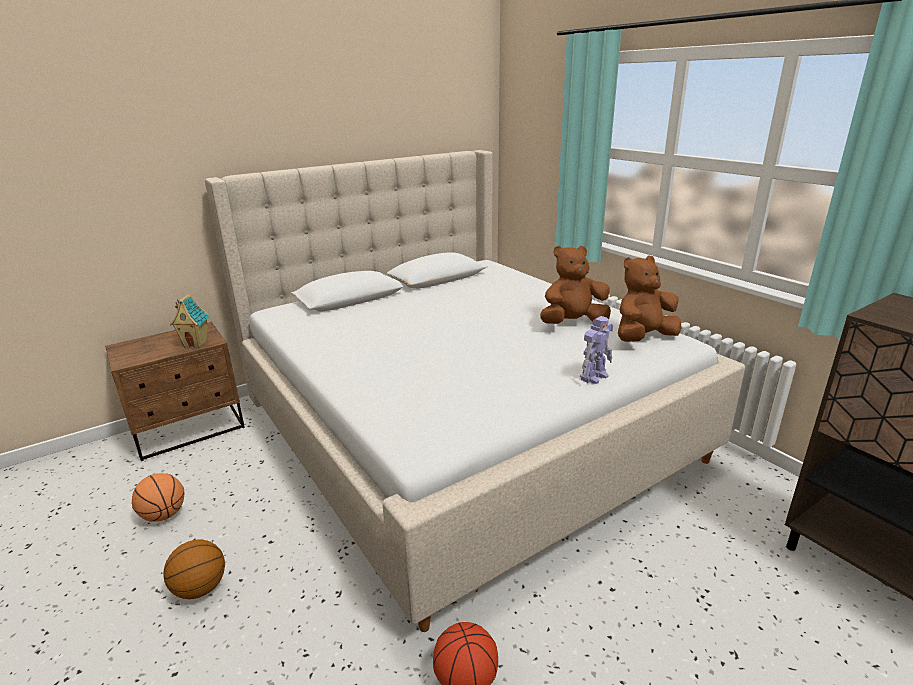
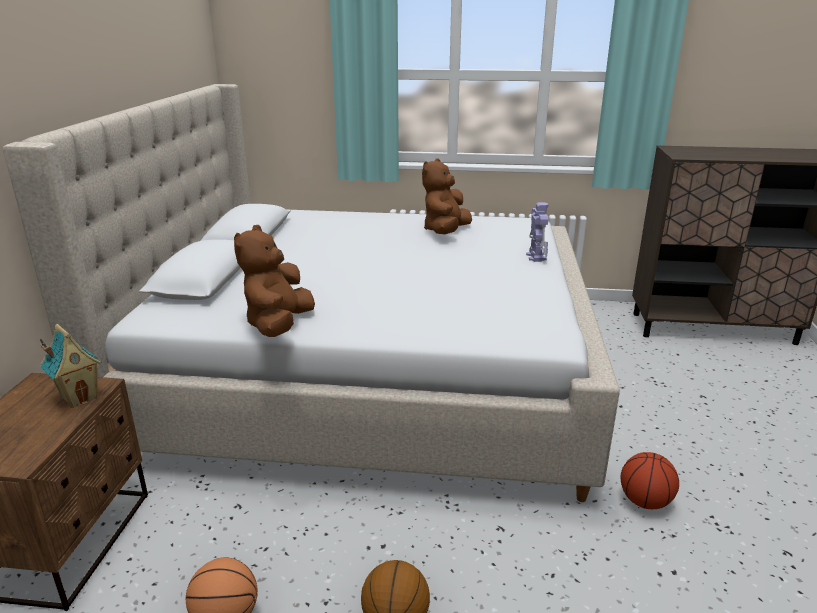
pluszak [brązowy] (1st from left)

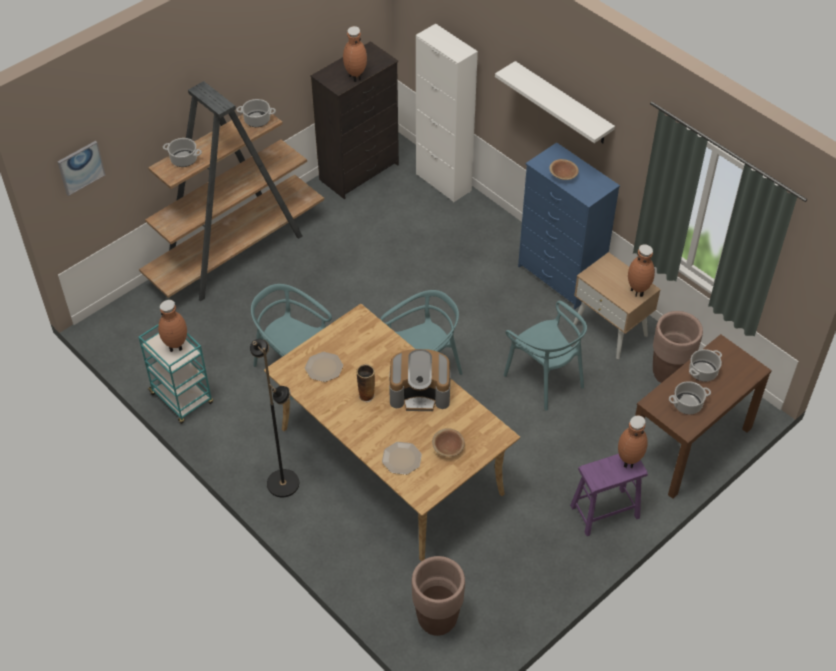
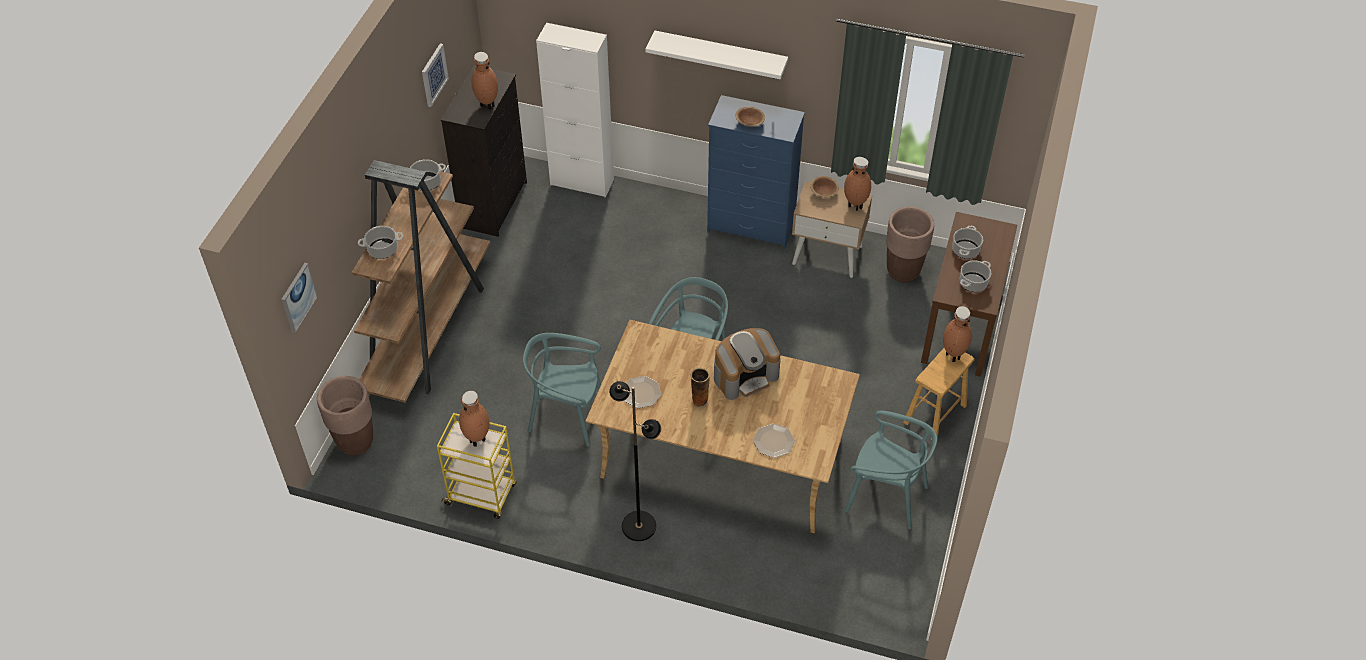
wózek [żółty]
donica [brązowy] (1st from left)
miska [brązowy] (2nd from left)
krzesło [turkusowy] (3rd from left)
stołek [brązowy]
obraz (2nd from left)

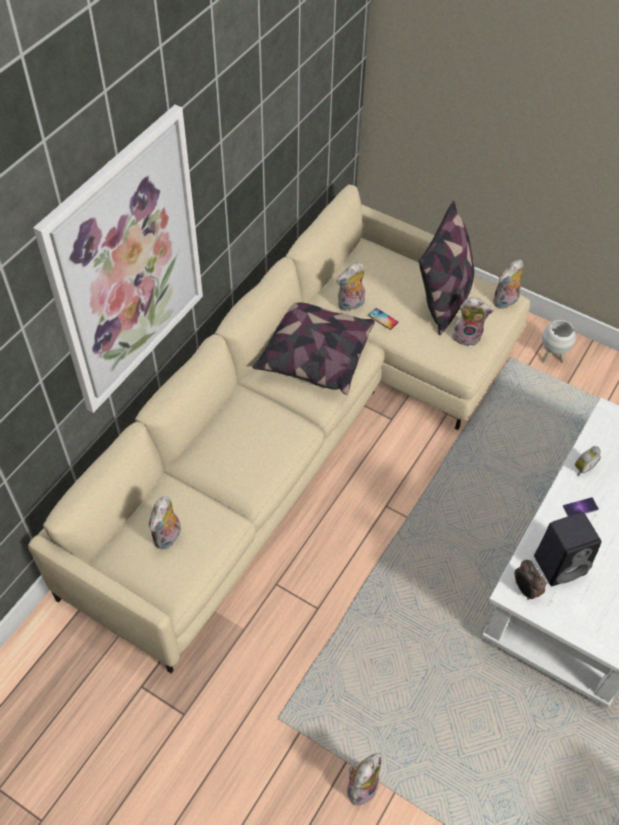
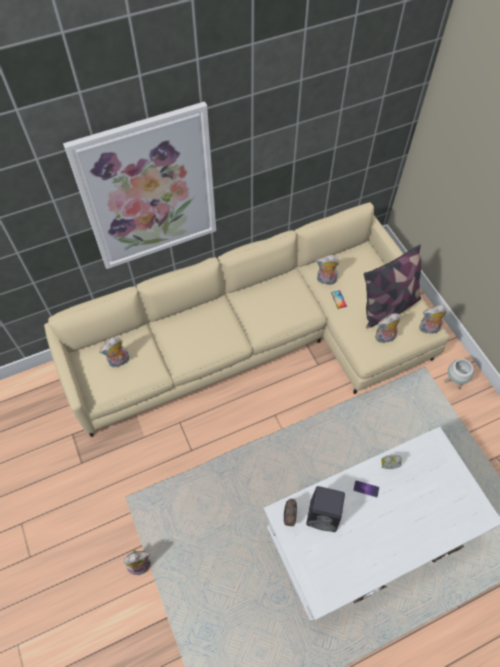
poduszka (1st from left in the first image)
pluszak (4th from left)

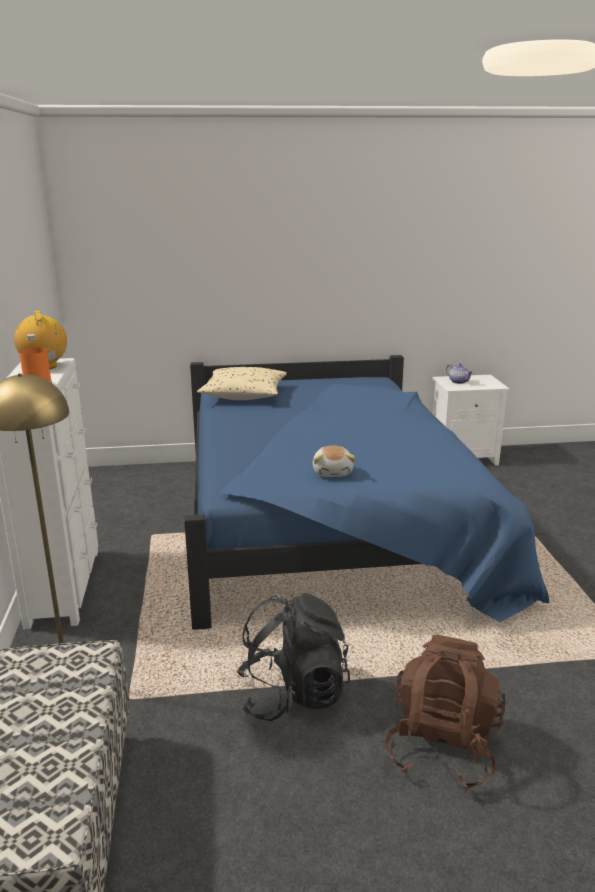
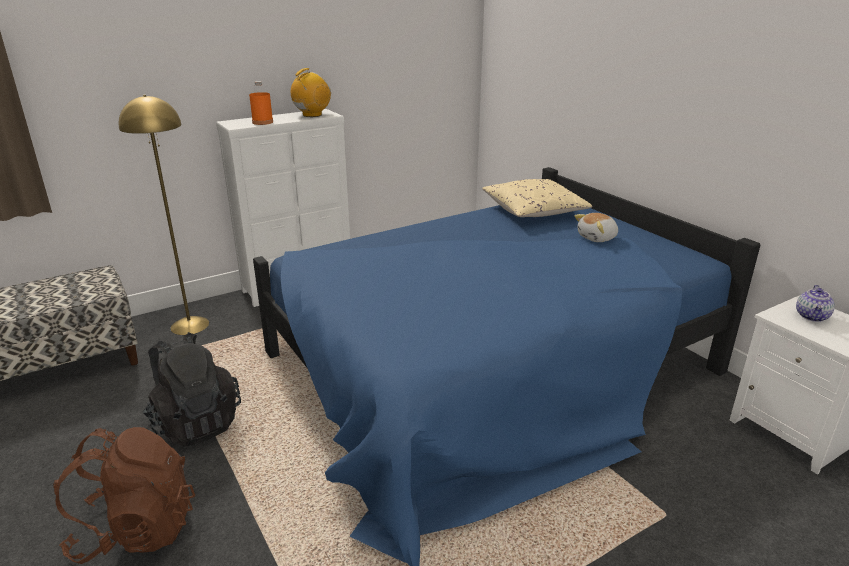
pluszak

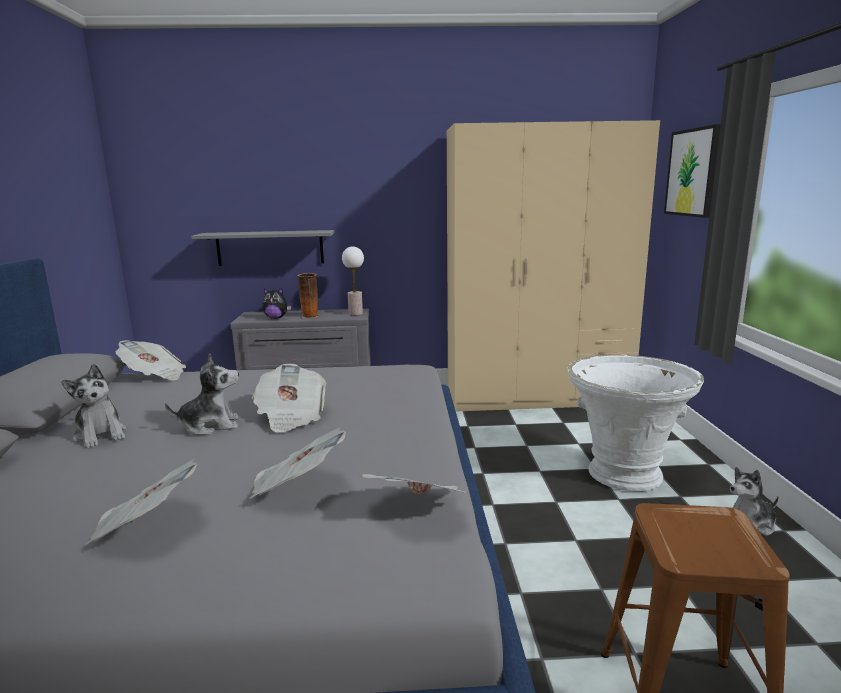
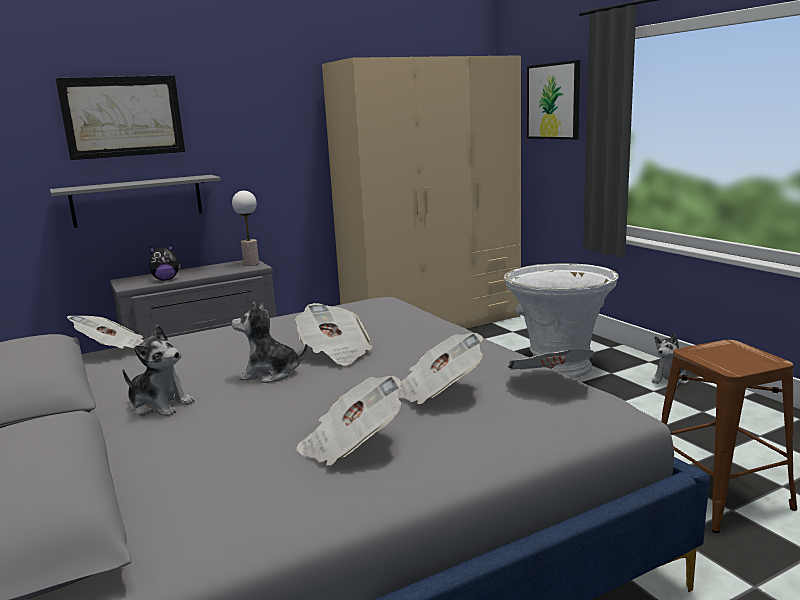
pluszak (3rd from left)
wazon
obraz (1st from left)

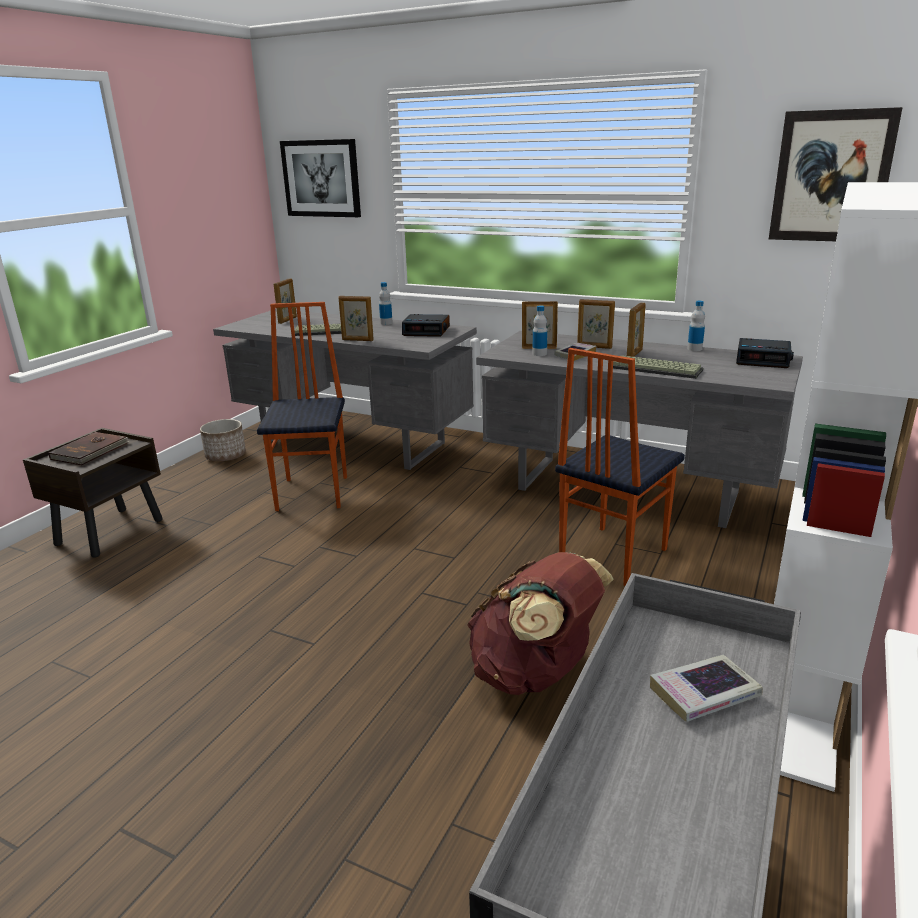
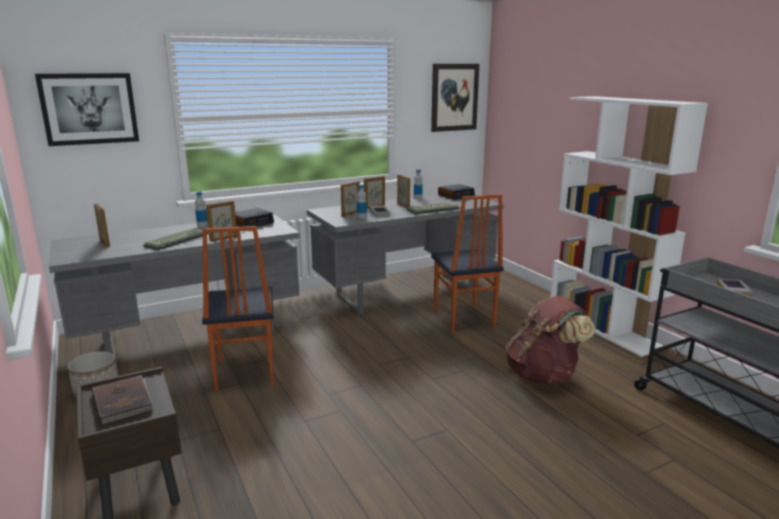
krzesło (1st from left)

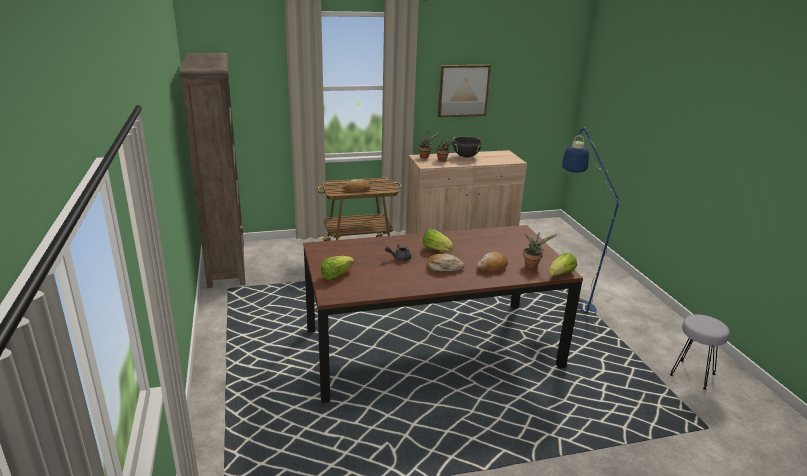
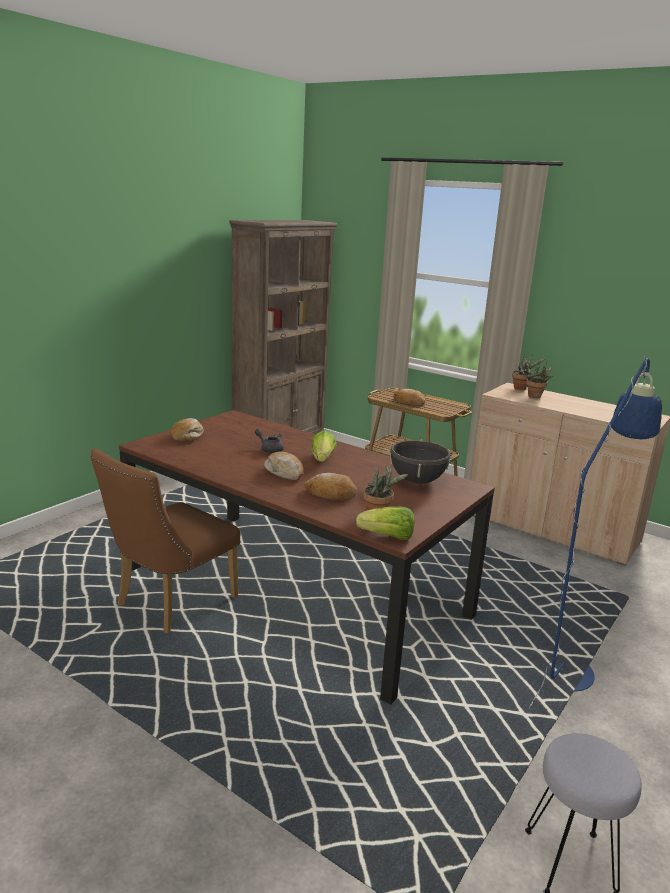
chleb (1st from left)
obraz
garnek [czarny]
krzesło [brązowy]

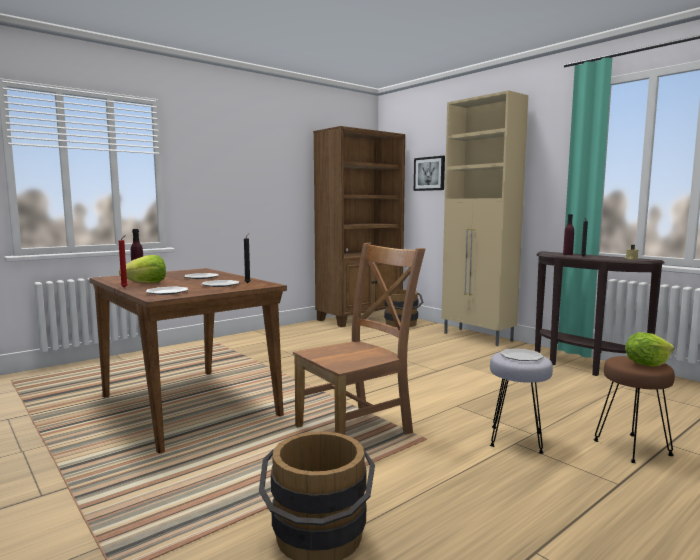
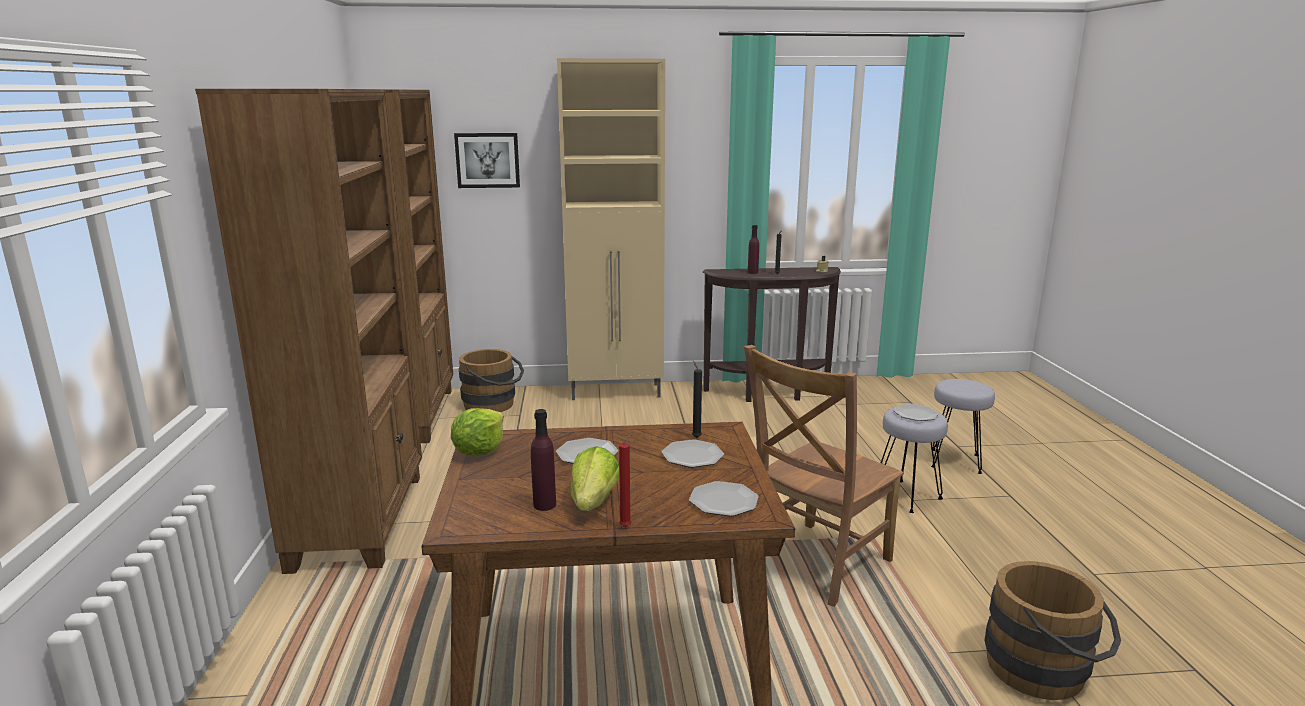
krzesło [brązowy]
stołek [szary] (2nd from left)
sałata (1st from left)
regał [brązowy] (1st from left)

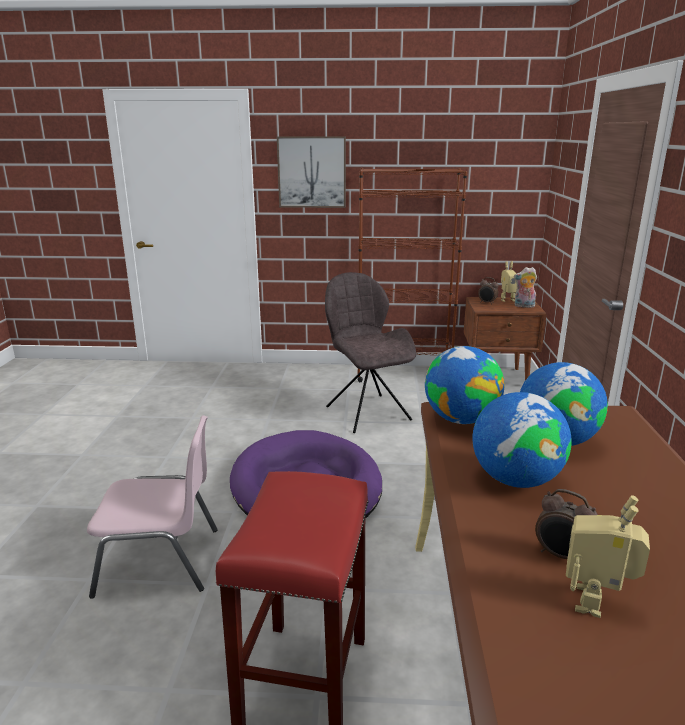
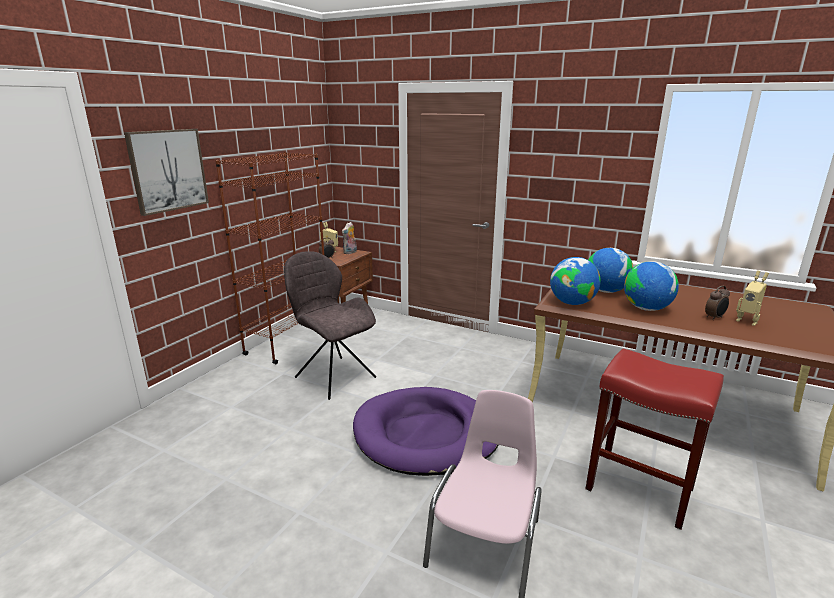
krzesło [szary]

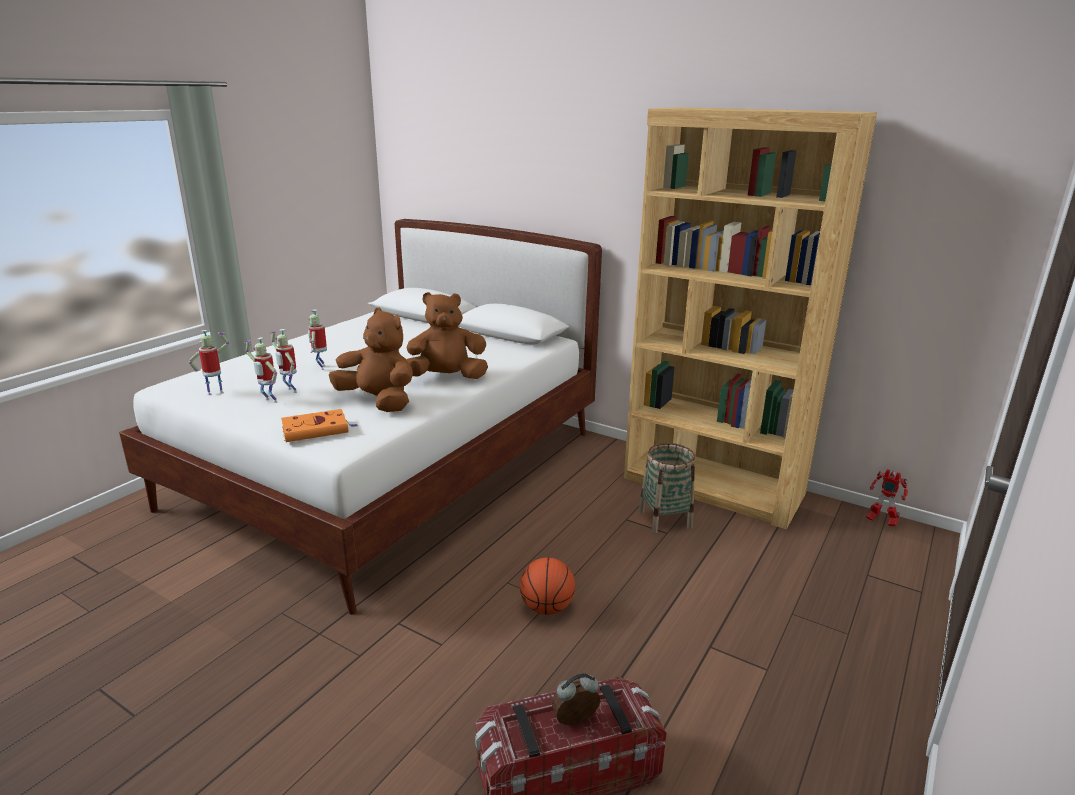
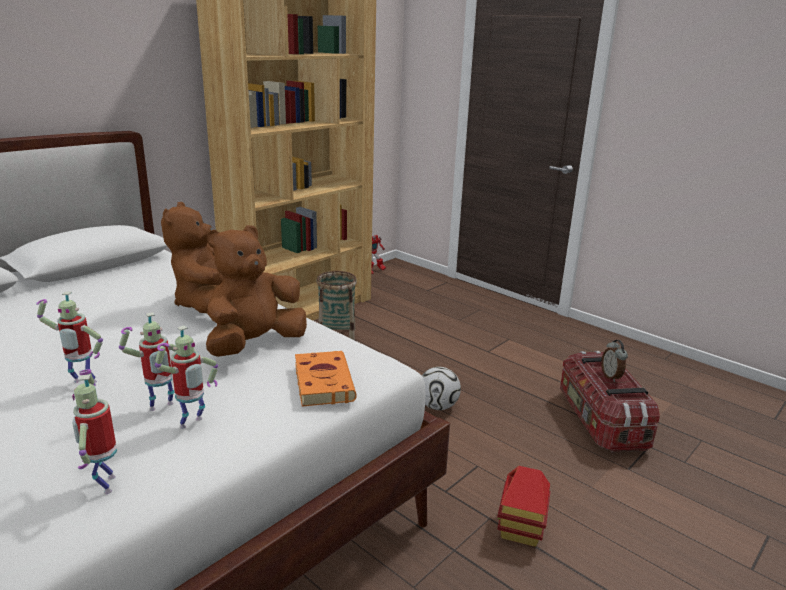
piłka futbolowa
domek

